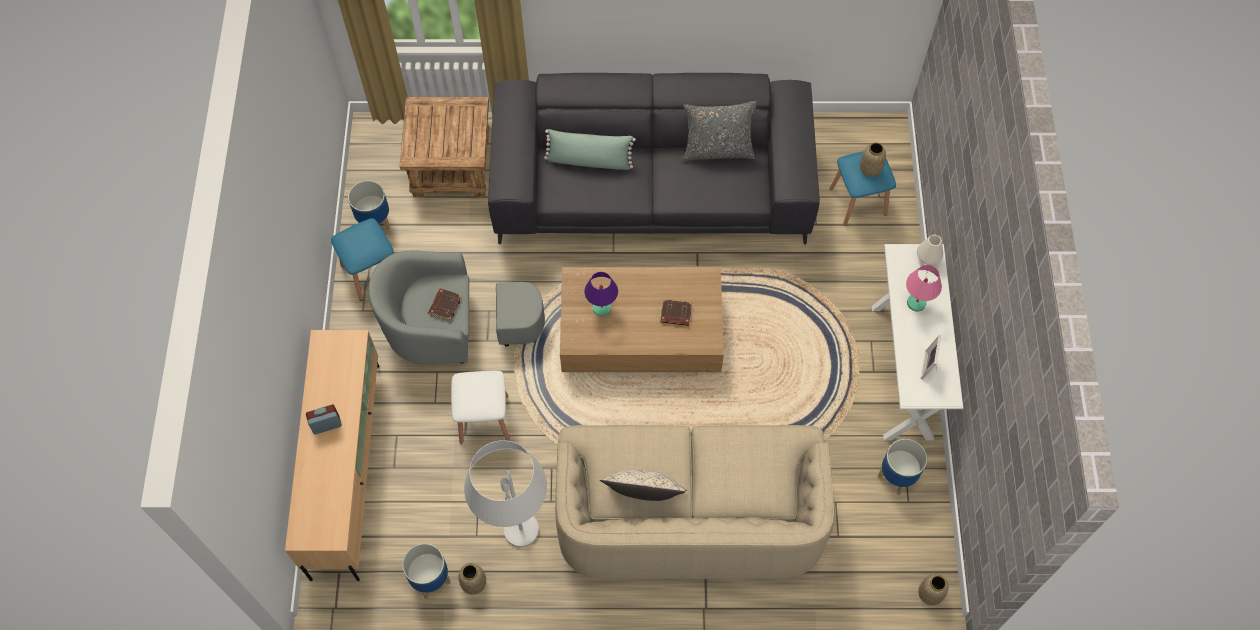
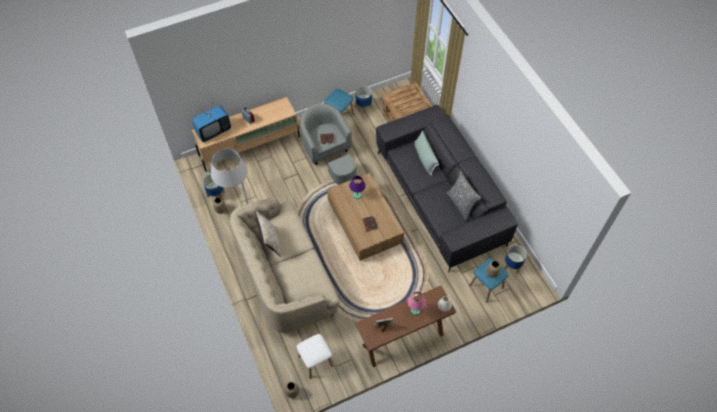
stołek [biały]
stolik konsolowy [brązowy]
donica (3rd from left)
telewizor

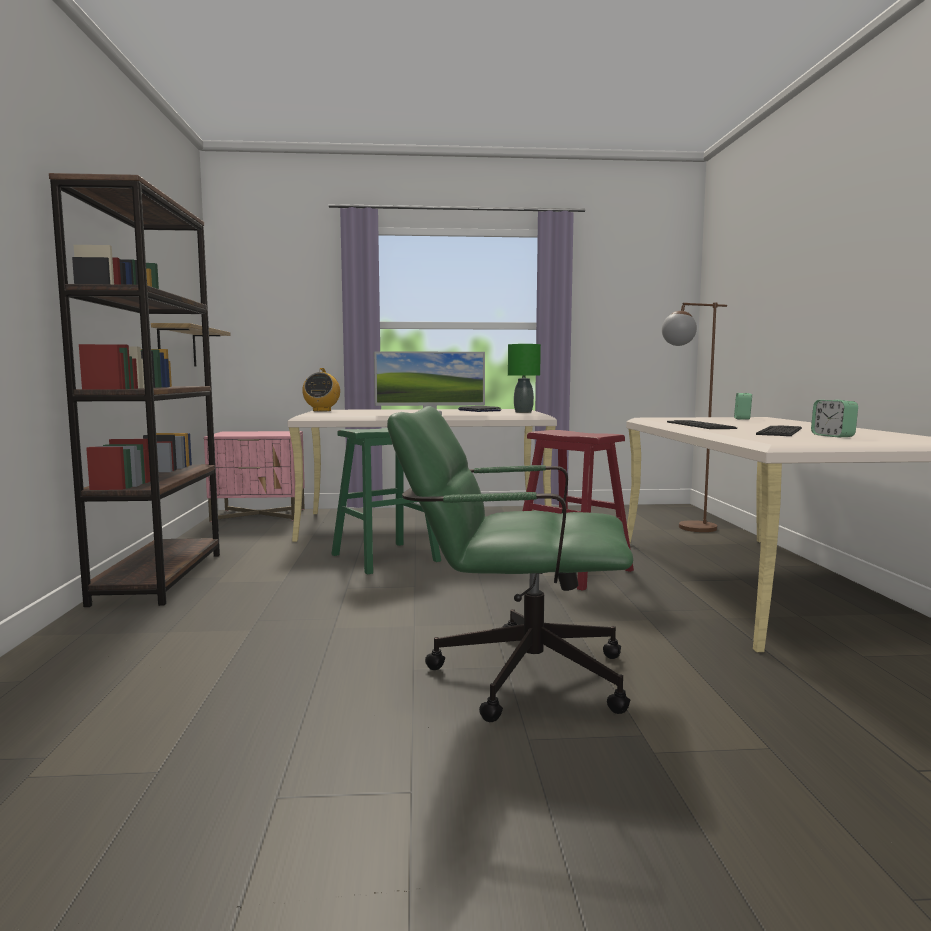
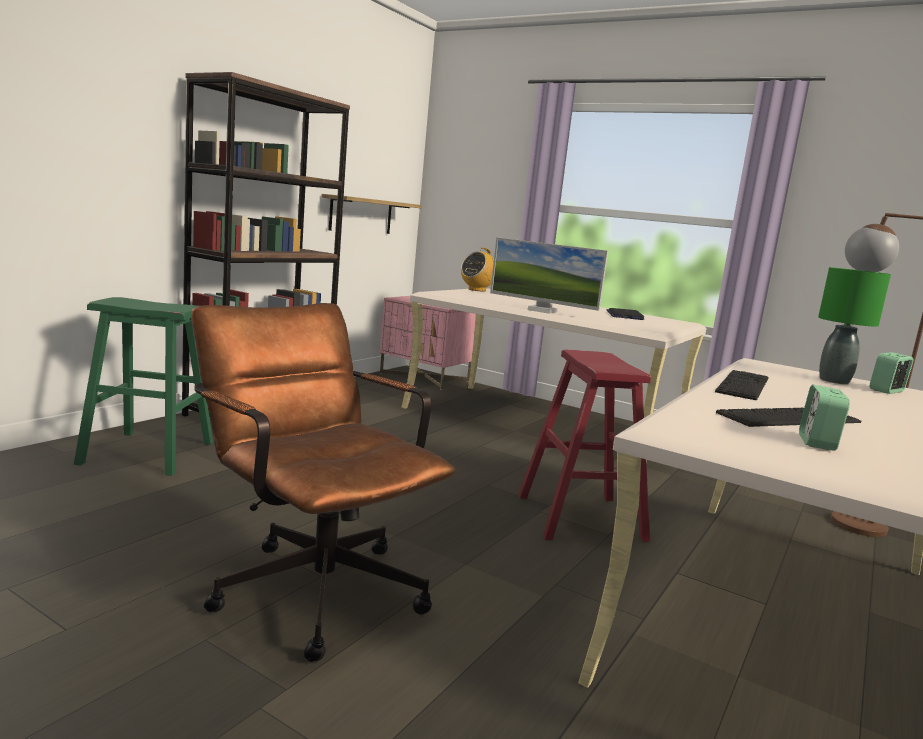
stołek [zielony]
krzesło biurowe [brązowy]
lampa stołowa [zielony]

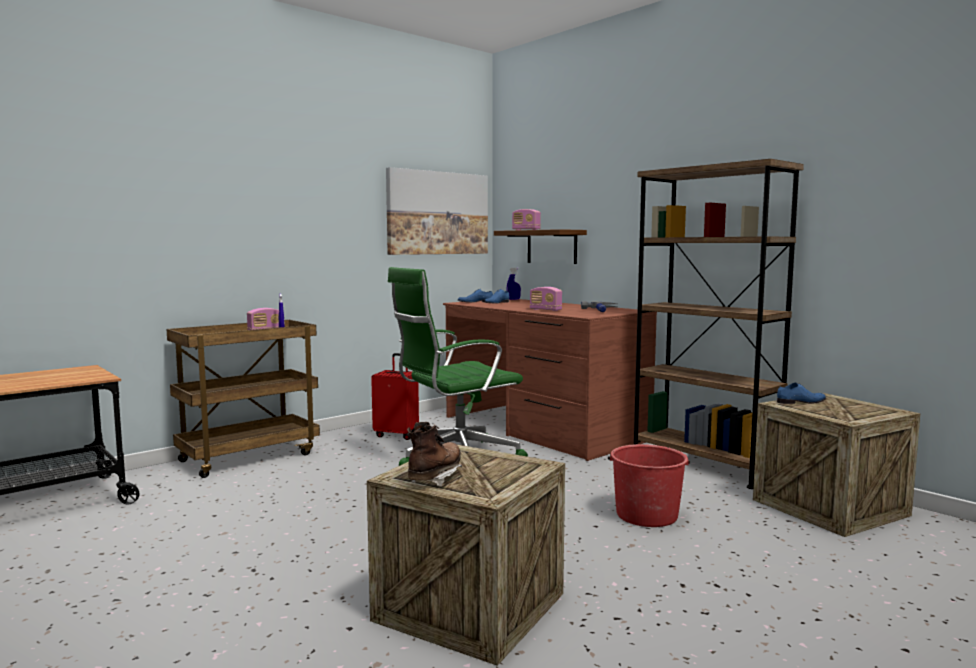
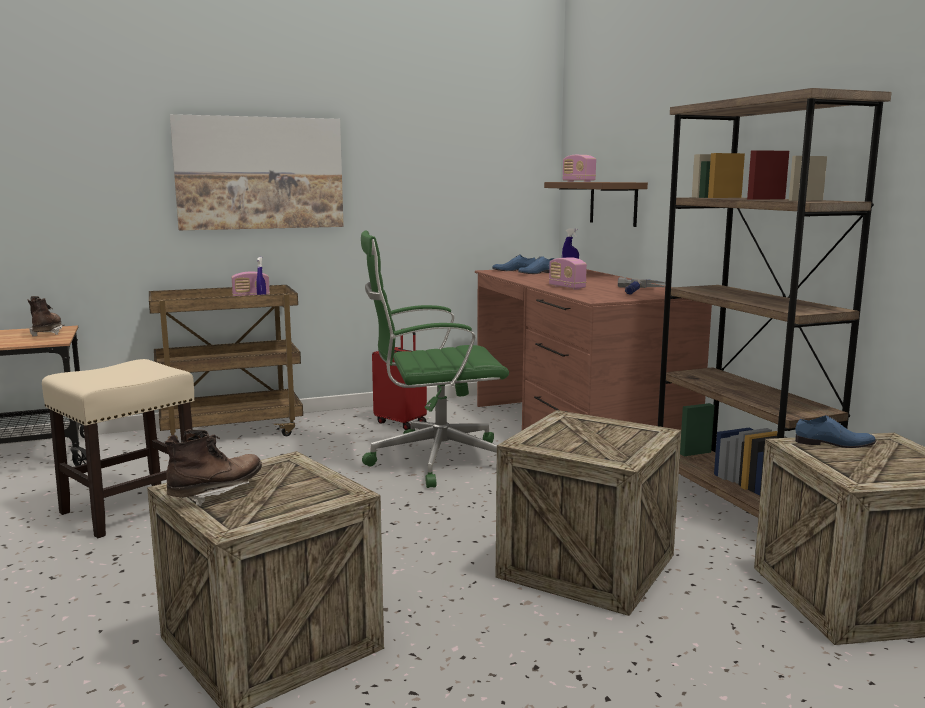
obraz
skrzynka (2nd from left)
but z cholewką [brązowy] (1st from left)
stołek [beżowy]

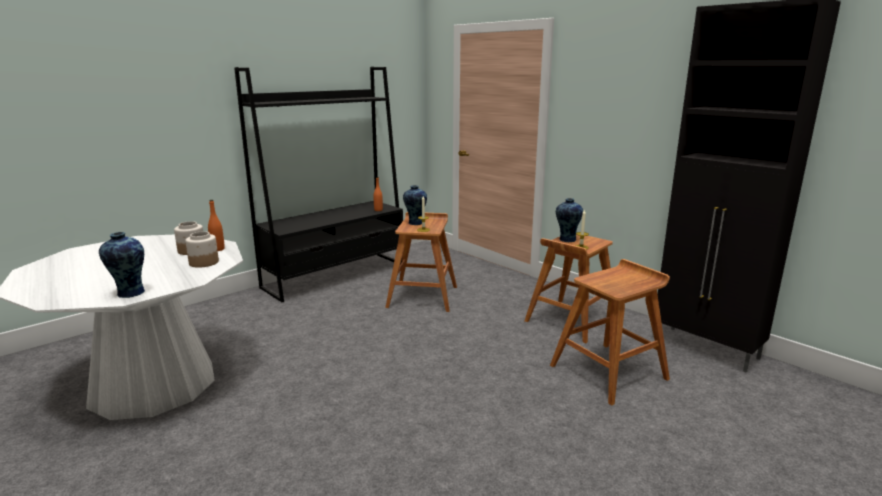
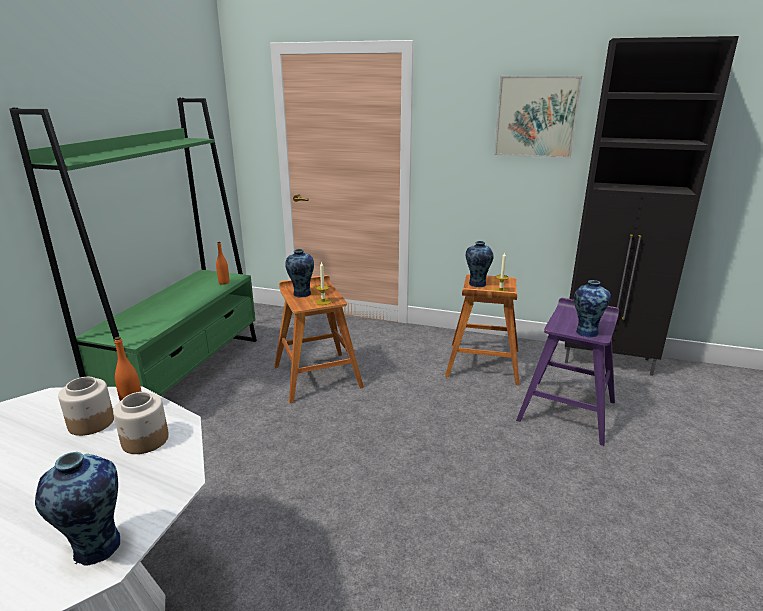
regał [zielony]
stołek [fioletowy]
obraz
wazon (4th from left)

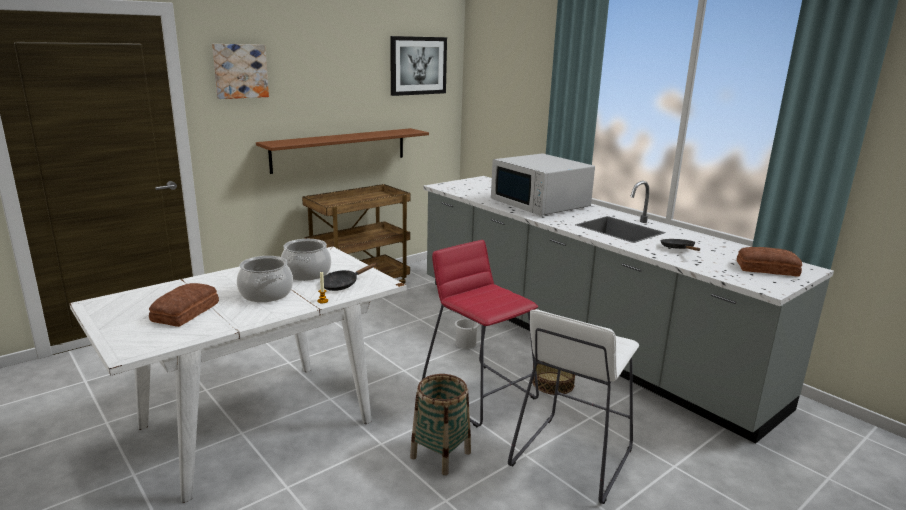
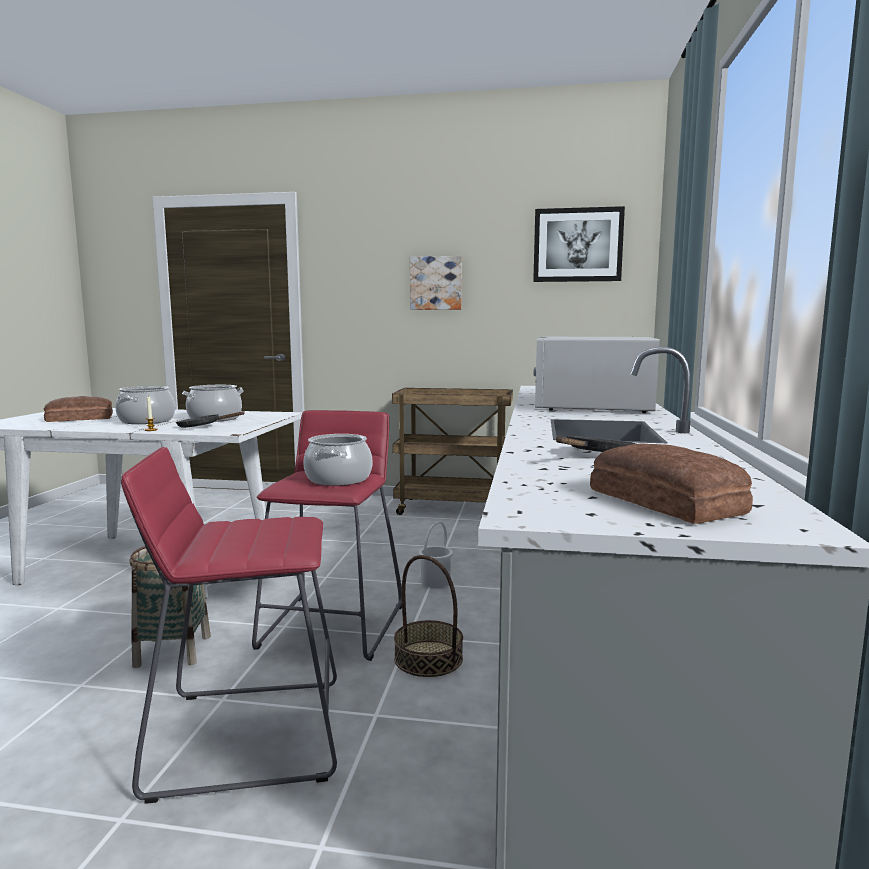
obraz (1st from left)
półka [brązowy]
stołek [czerwony] (1st from left)
garnek (3rd from left)

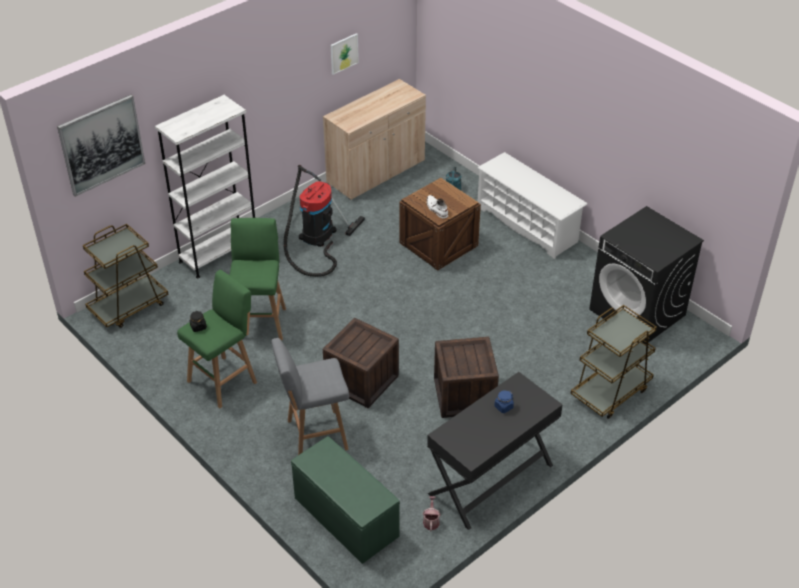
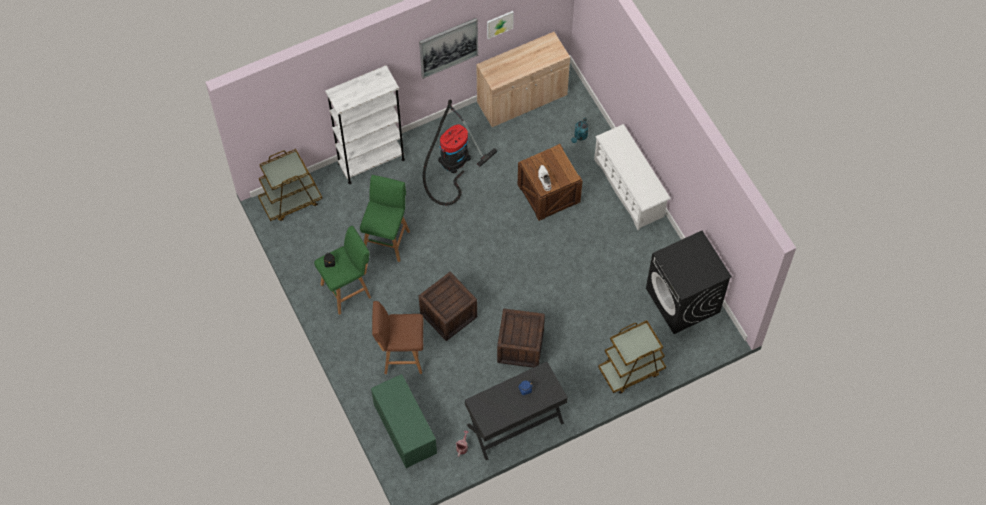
obraz (1st from left)
stołek [brązowy]

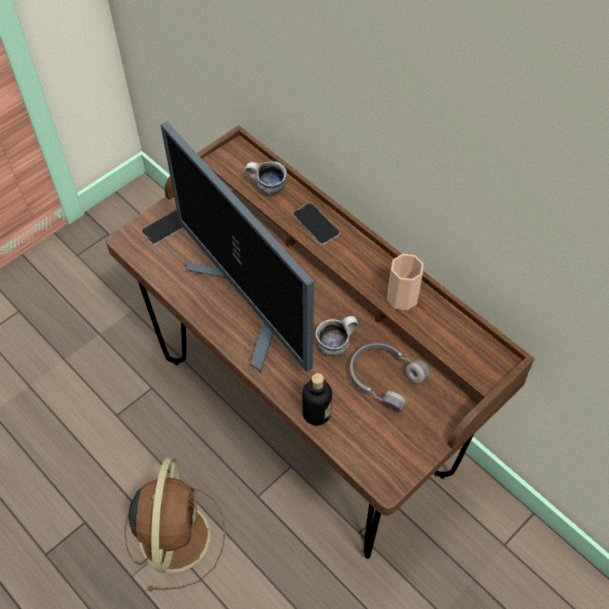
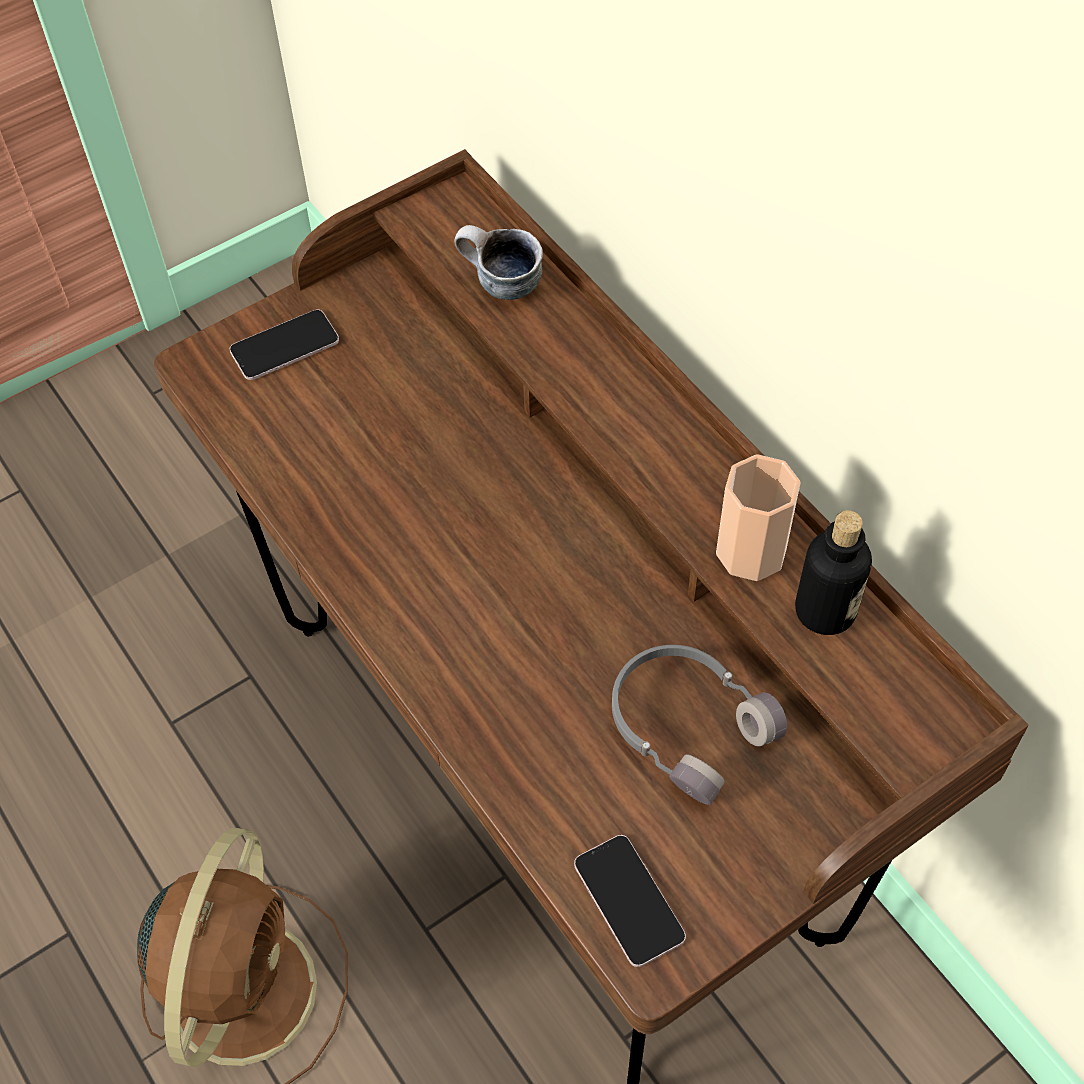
monitor
telefon (2nd from left)
butelka
kubek (2nd from left in the first image)

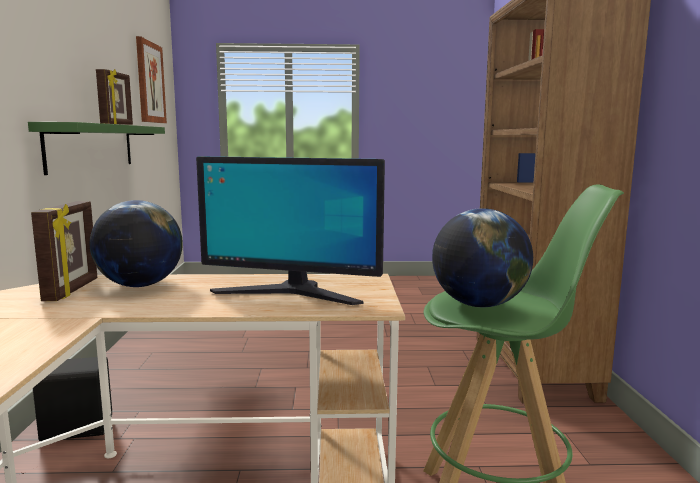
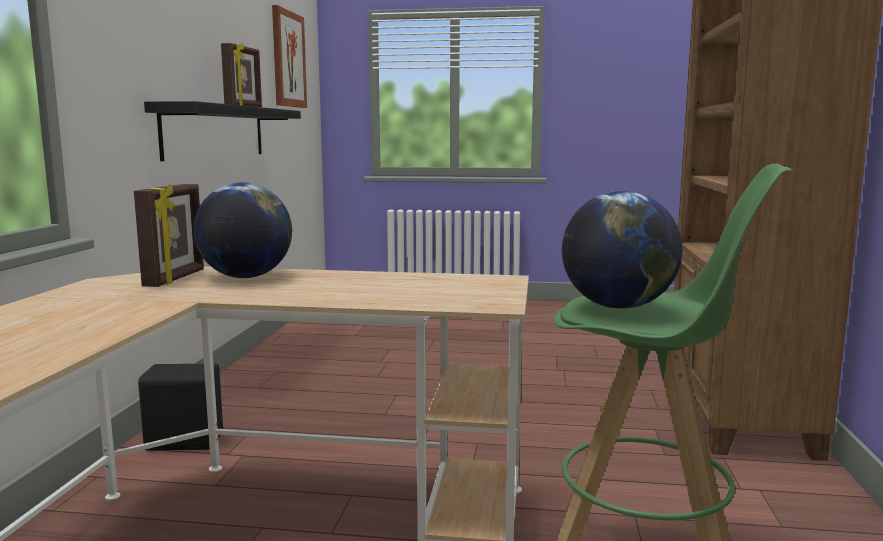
półka [czarny]
monitor

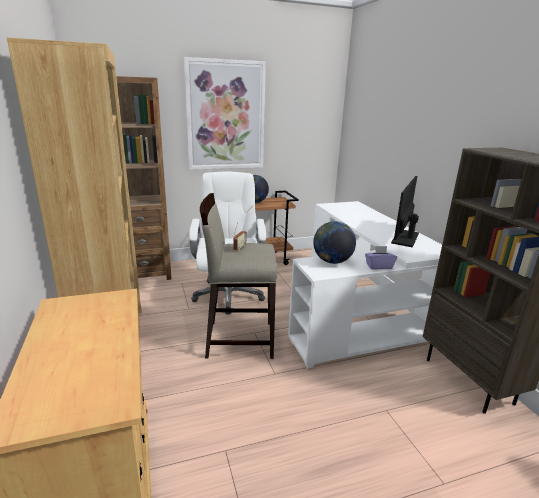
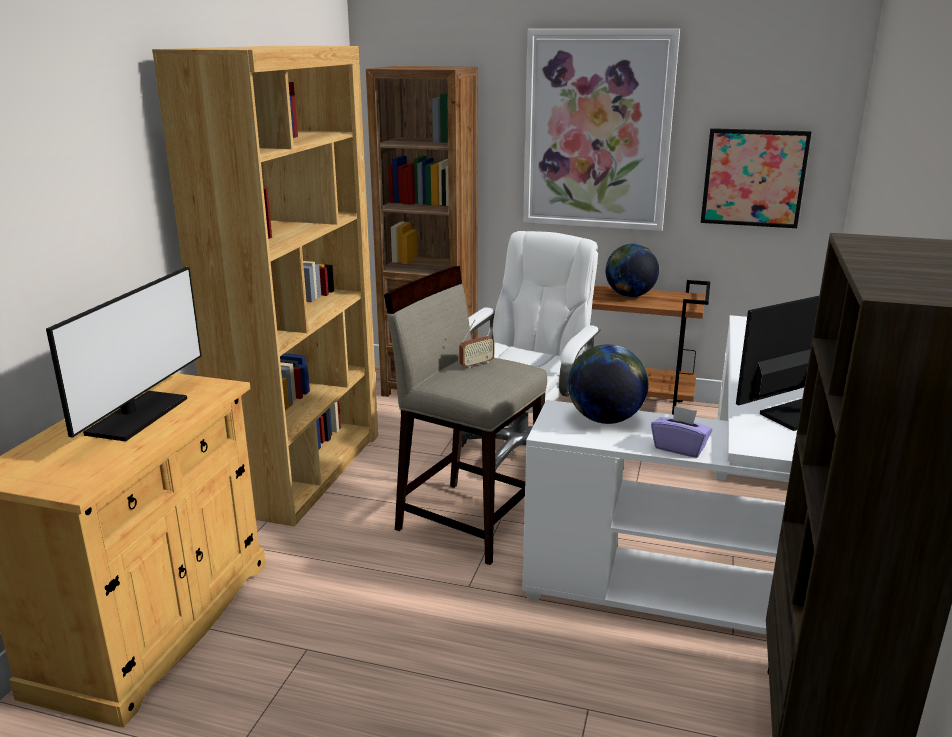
monitor (1st from left)
obraz (2nd from left)

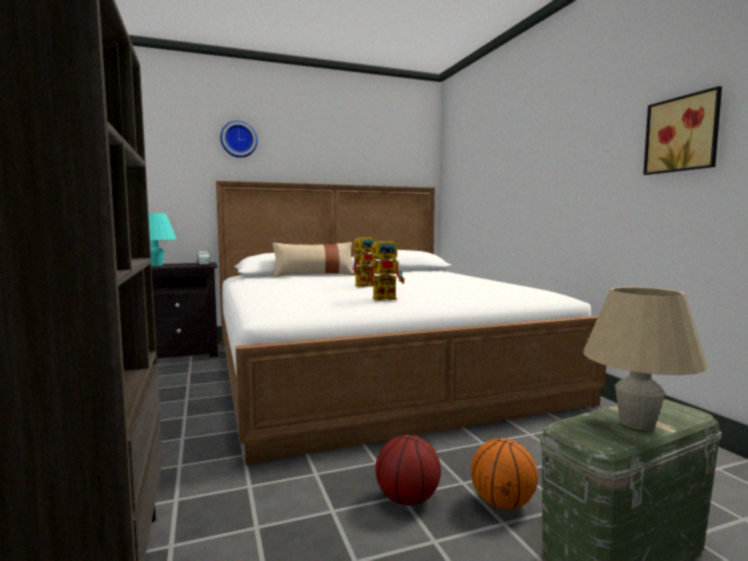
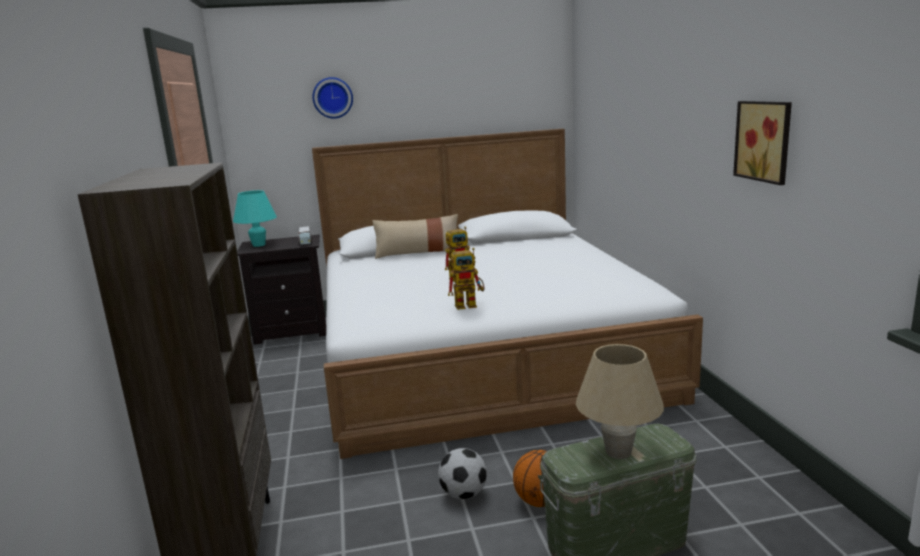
piłka futbolowa

